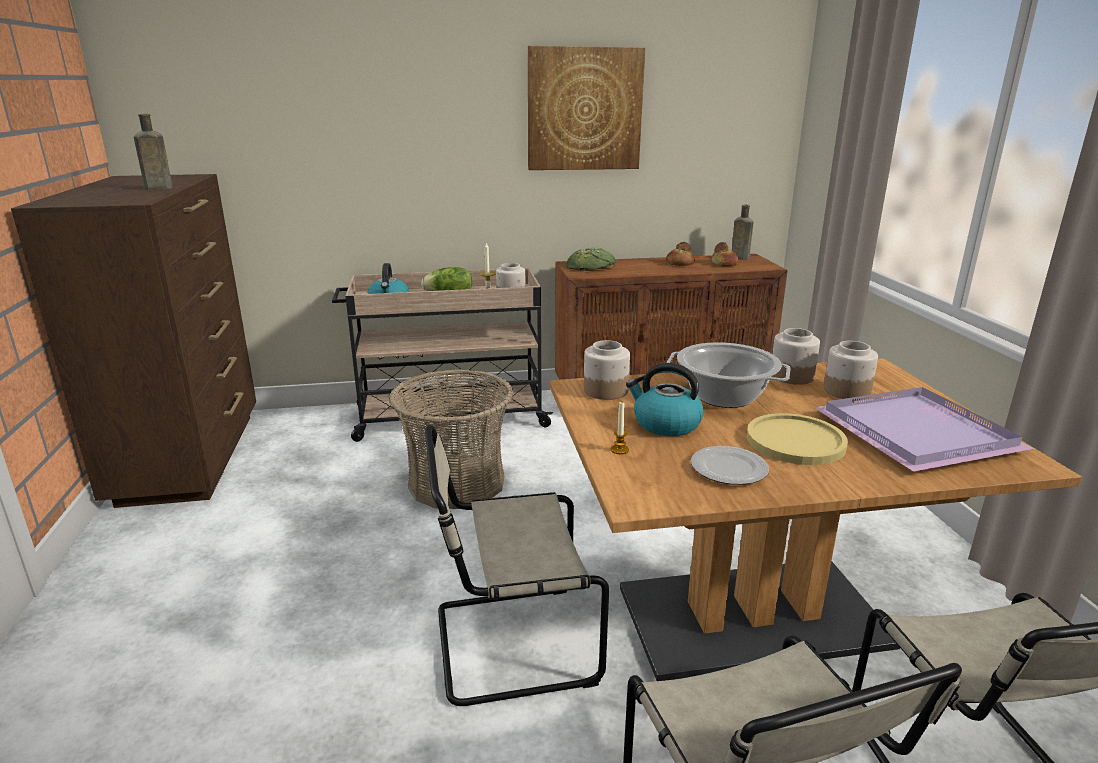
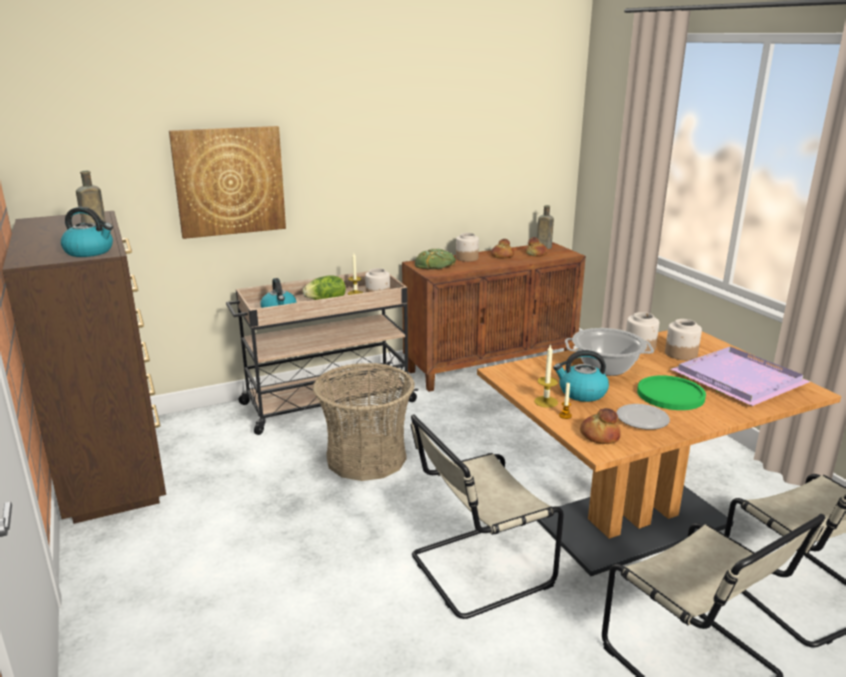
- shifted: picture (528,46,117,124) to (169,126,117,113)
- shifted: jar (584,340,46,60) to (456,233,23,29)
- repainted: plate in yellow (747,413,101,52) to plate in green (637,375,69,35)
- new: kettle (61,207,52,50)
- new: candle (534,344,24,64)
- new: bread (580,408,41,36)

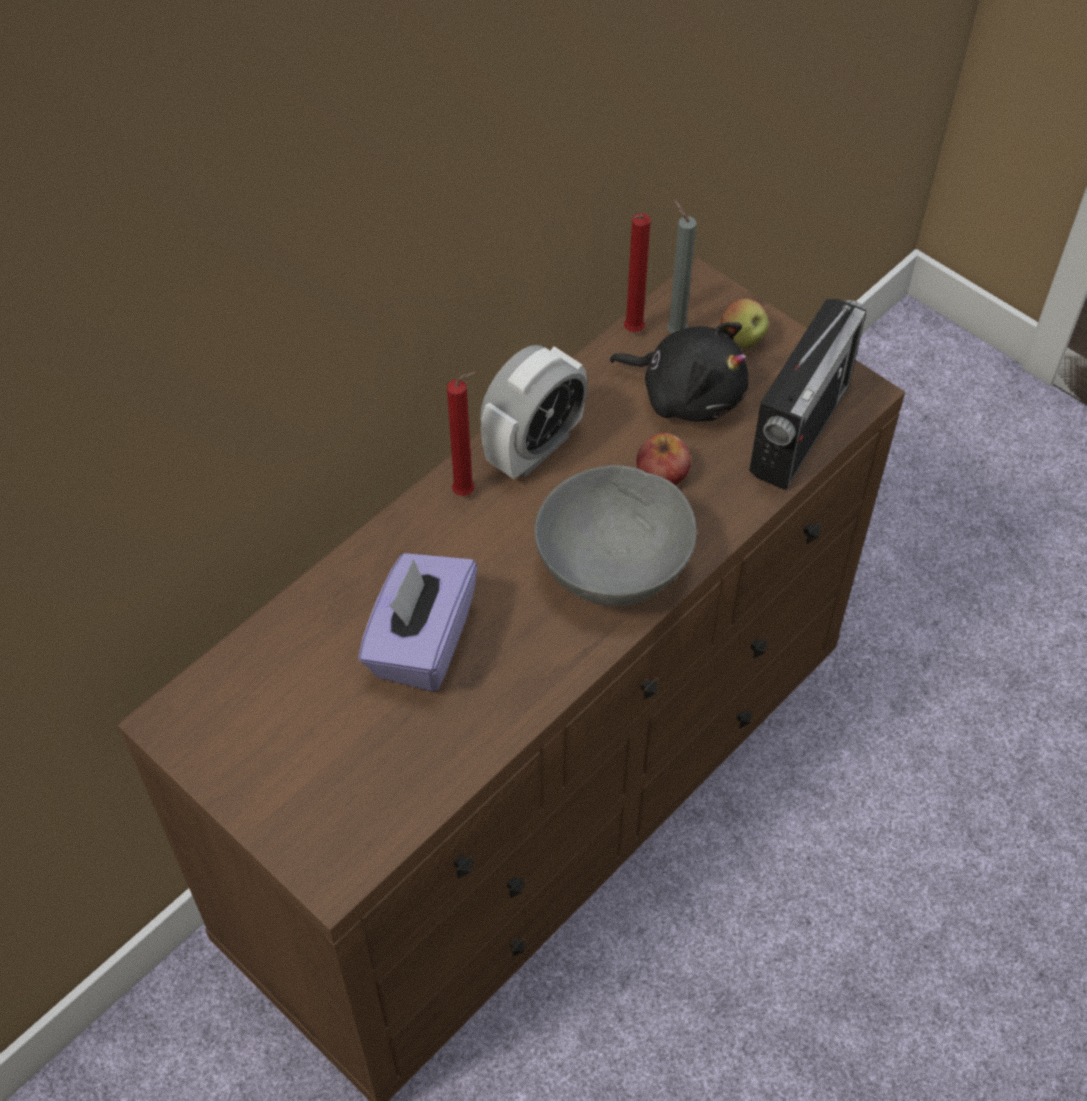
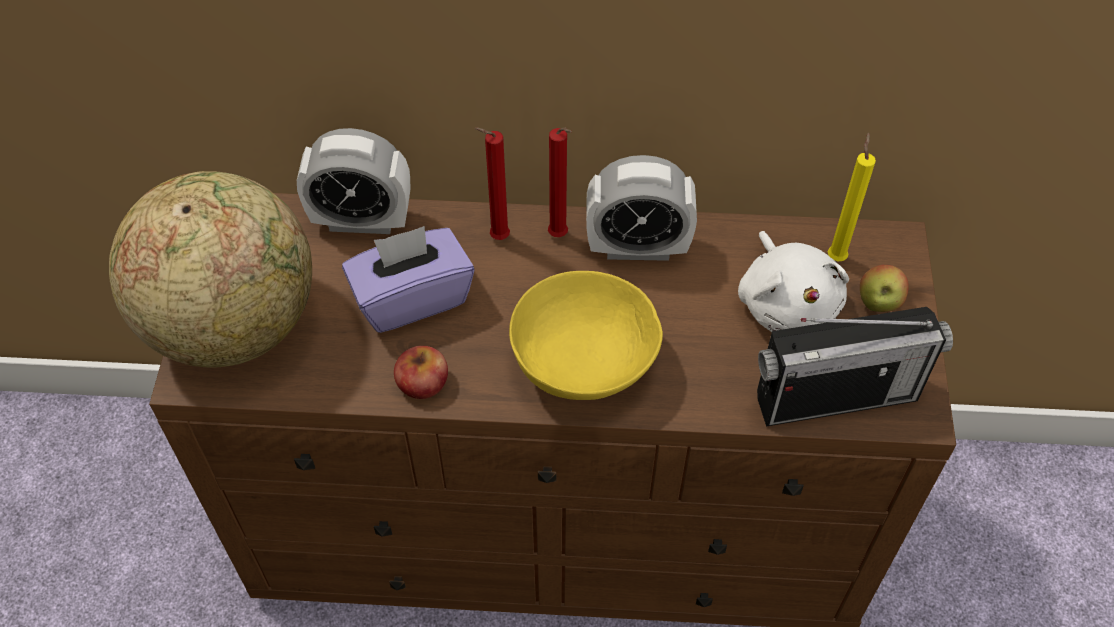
- repainted: candle in grey (667,199,29,134) to candle in yellow (828,132,48,129)
- shifted: candle in red (624,213,27,119) to (475,127,35,113)
- repainted: plush toy in black (609,322,140,100) to plush toy in white (738,231,111,101)
- shifted: apple (636,433,55,53) to (394,346,54,53)
- repainted: bowl in grey (534,465,163,141) to bowl in yellow (509,271,154,129)
- new: alarm clock (297,128,113,106)
- new: globe (109,171,203,197)

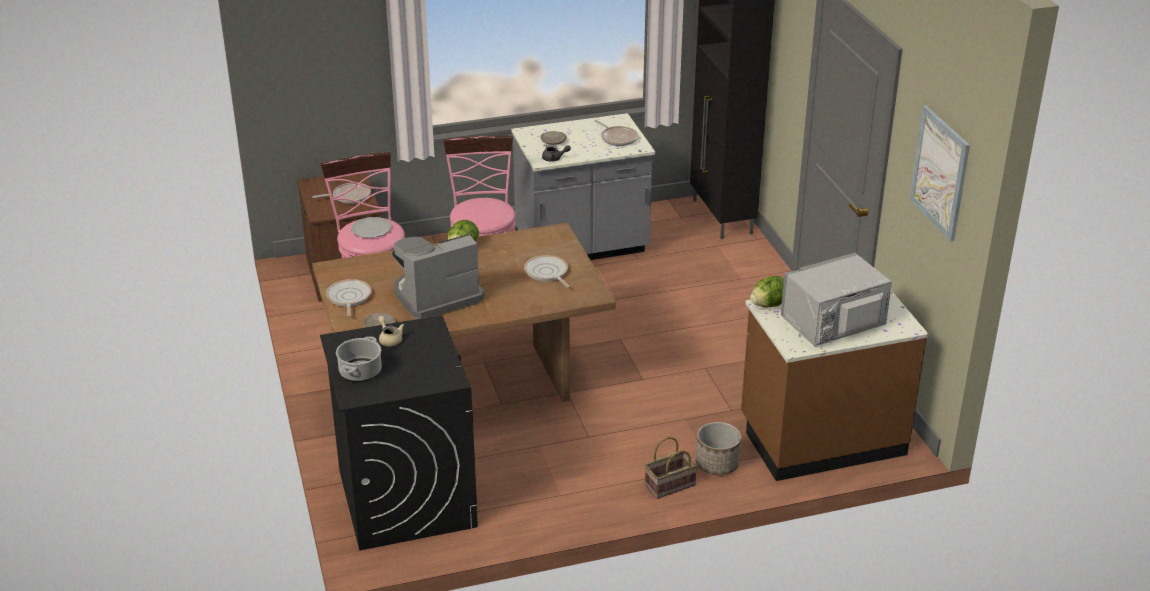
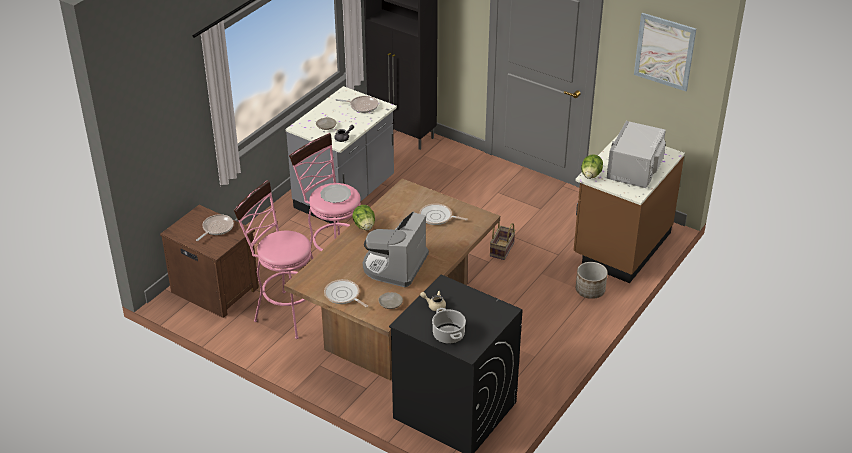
- shifted: plate (351,217,41,21) to (320,184,31,19)
- shifted: basket (645,437,52,62) to (490,223,25,37)

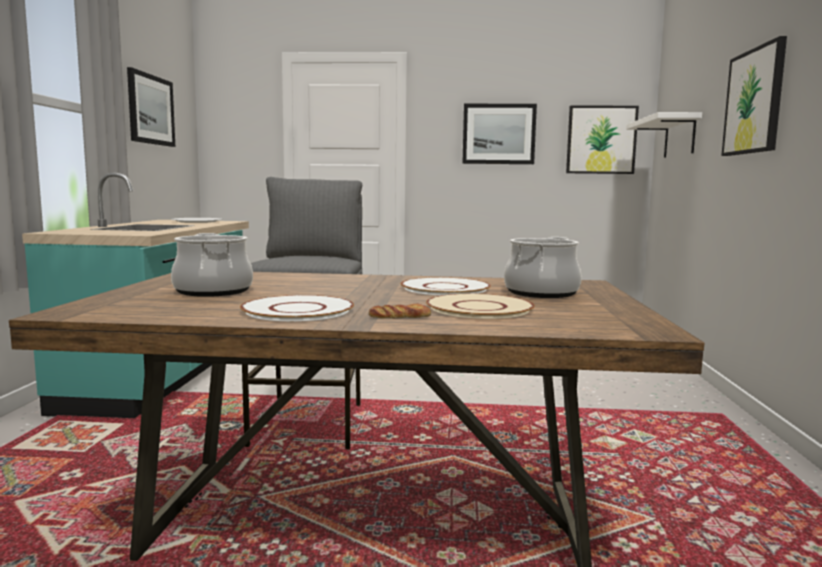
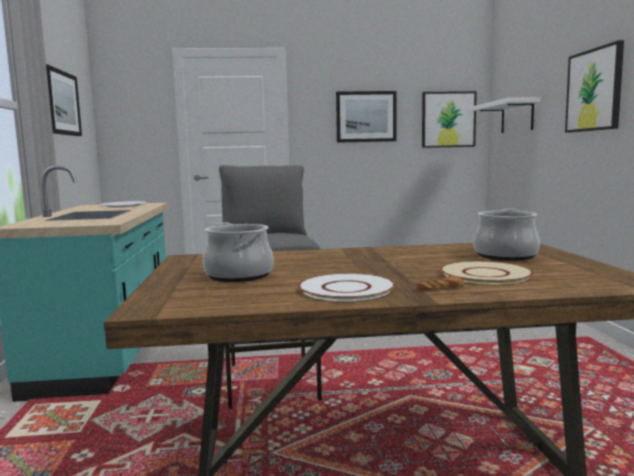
- gone: plate in white (400,277,91,18)

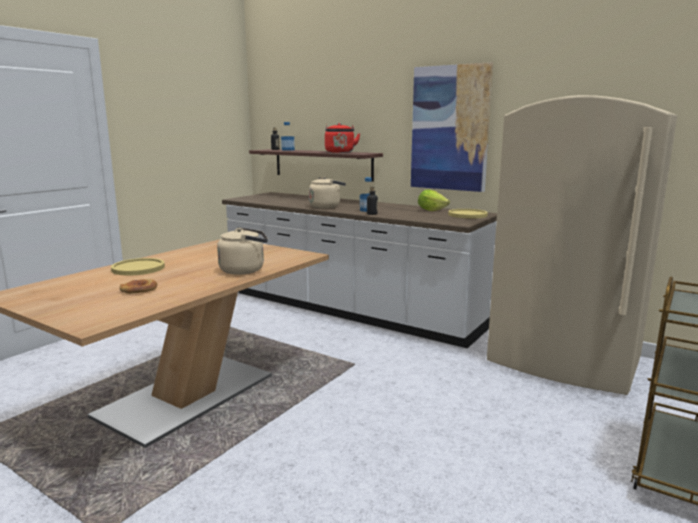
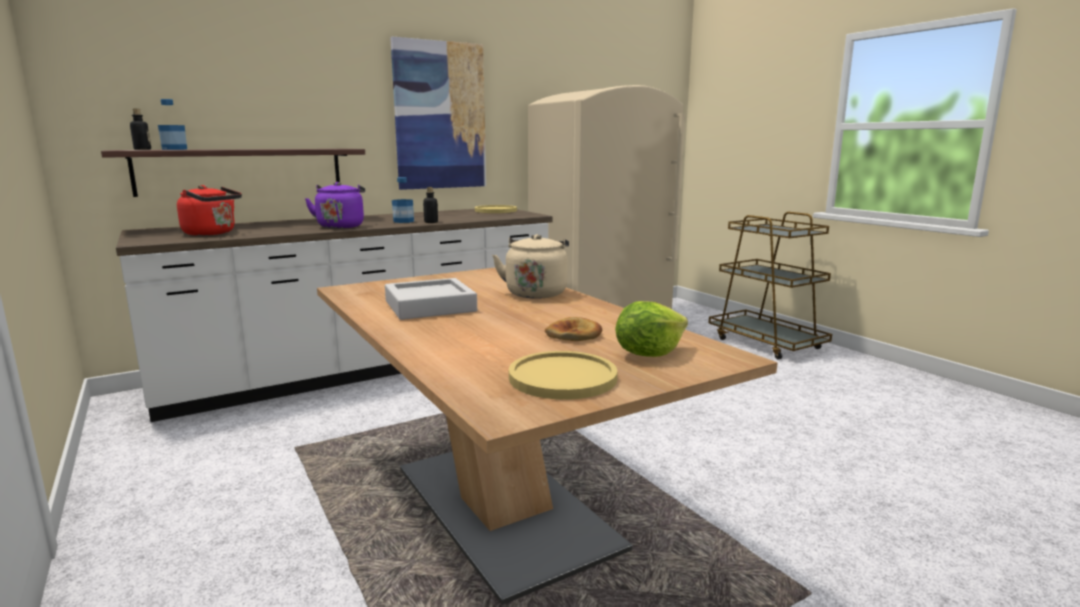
- shifted: kettle in red (325,123,36,30) to (177,185,65,51)
- repainted: kettle in beige (309,177,37,32) to kettle in purple (305,182,60,47)
- shifted: lettuce (418,190,32,21) to (615,301,73,56)
- shifted: plate in yellow (111,258,54,18) to (509,351,109,49)
- new: tray in grey (385,278,92,42)

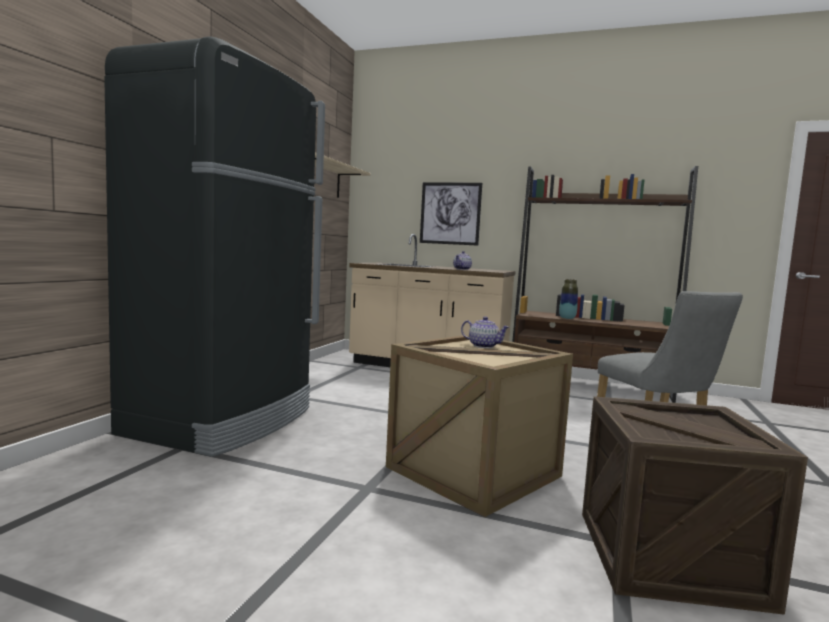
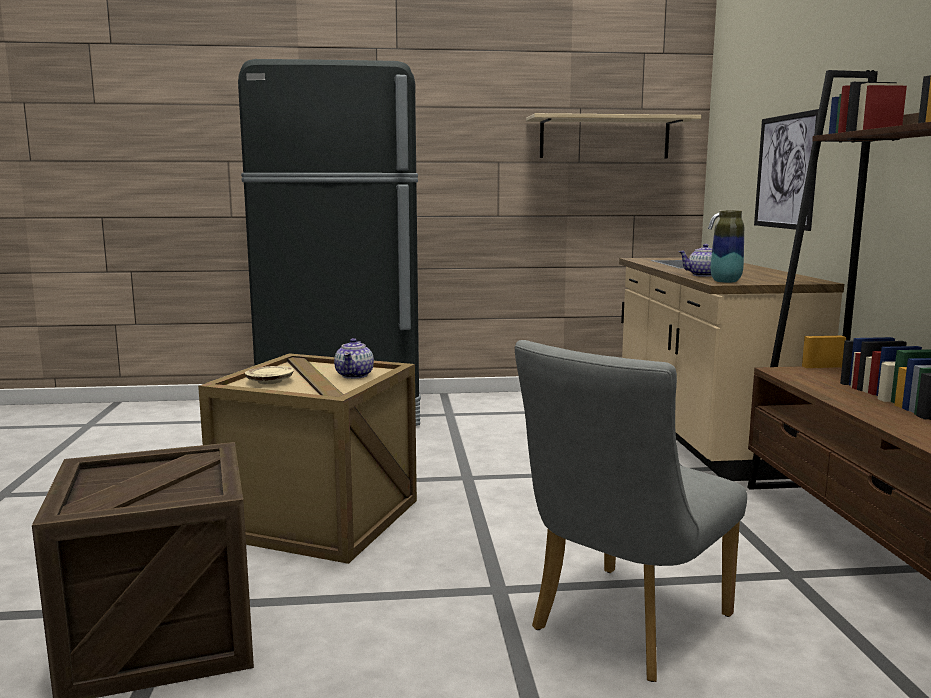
- shifted: vase (559,279,19,40) to (710,210,34,73)
- new: plate in beige (245,366,49,18)

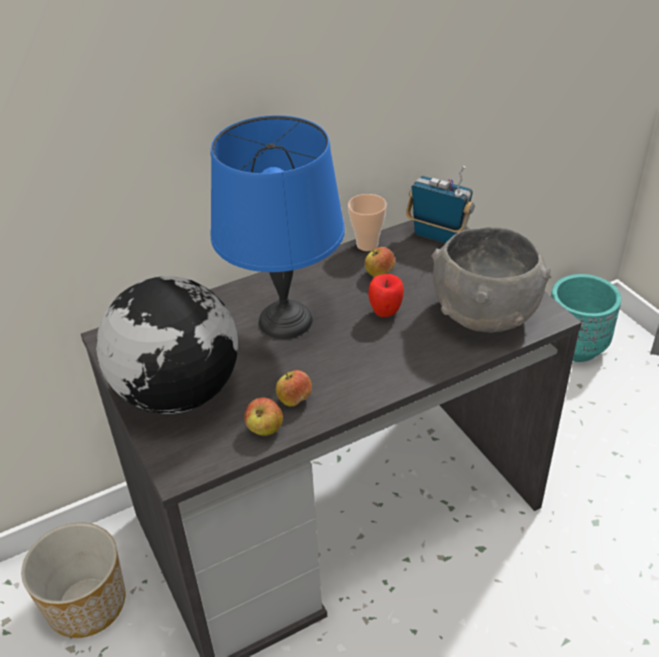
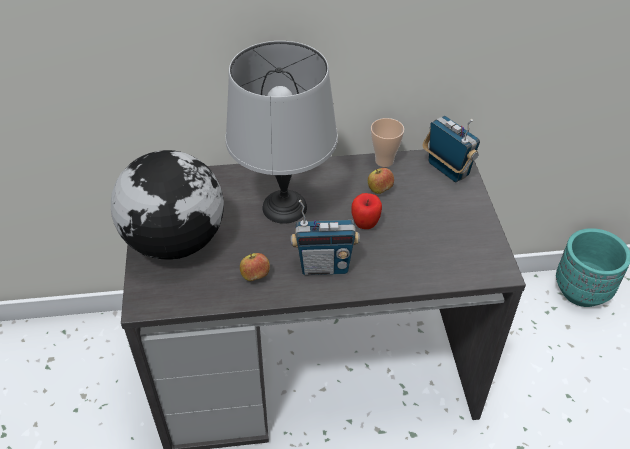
- repainted: table lamp in blue (210,115,135,224) to table lamp in grey (226,41,112,183)
- gone: bowl in grey (431,227,121,106)
- gone: apple (244,397,39,39)
- gone: planter (21,523,105,115)
- new: radio (291,200,69,75)

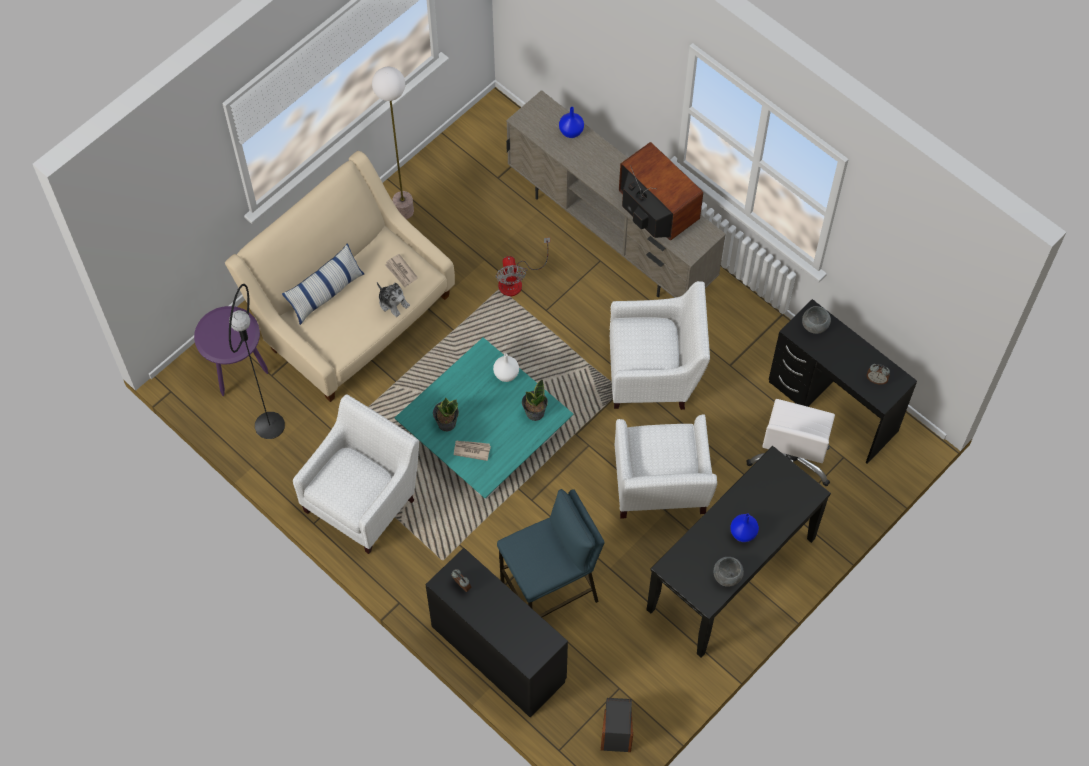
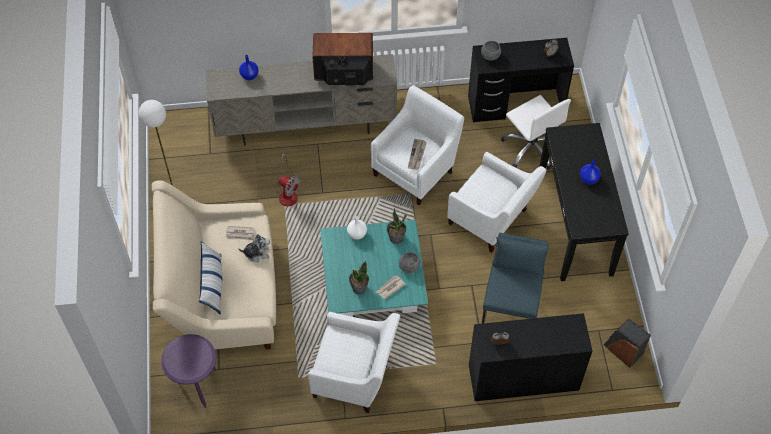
- gone: floor lamp in black (229,284,56,155)
- rotated: armchair in white (293,394,126,160) = (308,312,92,101) 120 degrees clockwise
- shifted: bowl in grey (714,557,30,30) to (399,252,21,21)
- new: newspaper (408,139,19,31)

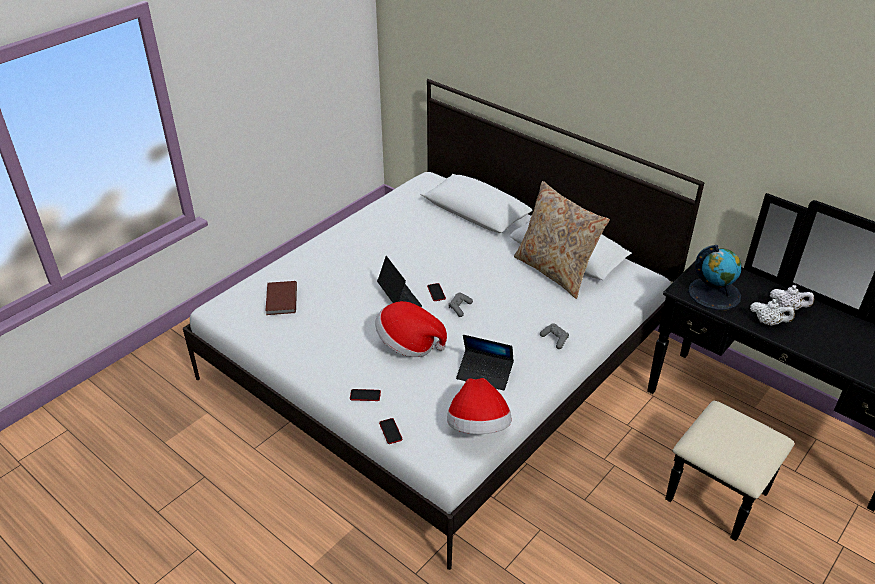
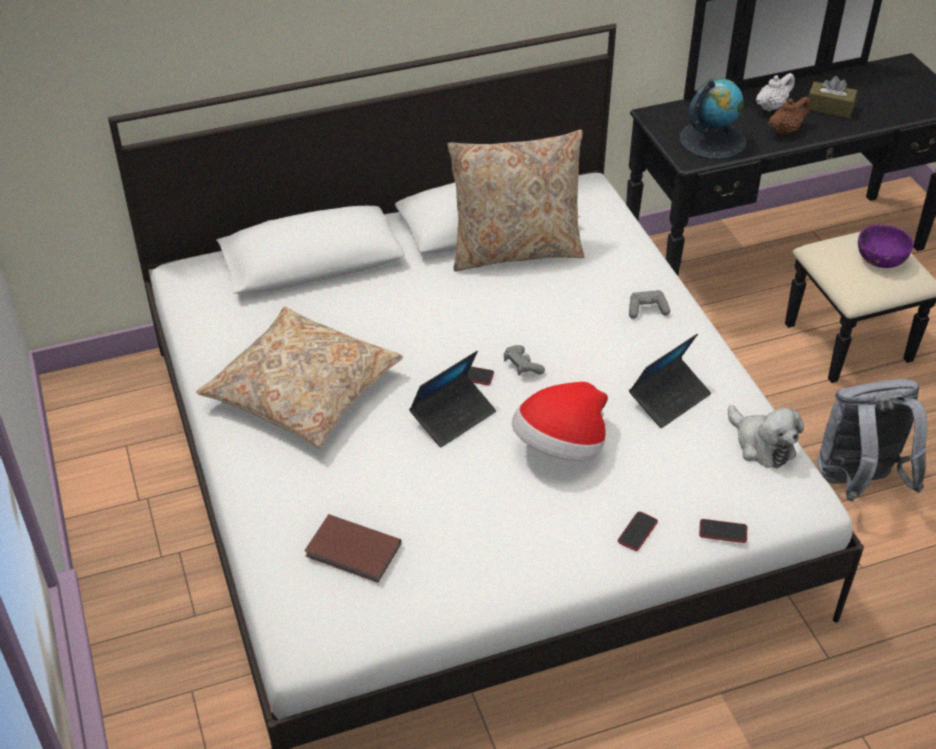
- rotated: laptop (377,256,45,51) = (409,351,87,97) 135 degrees clockwise
- repainted: teapot in white (750,299,45,27) to teapot in brown (768,97,42,38)
- swapped: hat (447,378,65,56) to plush toy (728,405,76,63)
- new: tissue box in brown (808,76,50,42)
- new: bowl in purple (858,225,55,43)
- new: pillow in beige (196,307,207,141)
- new: backpack in grey (817,379,110,123)

